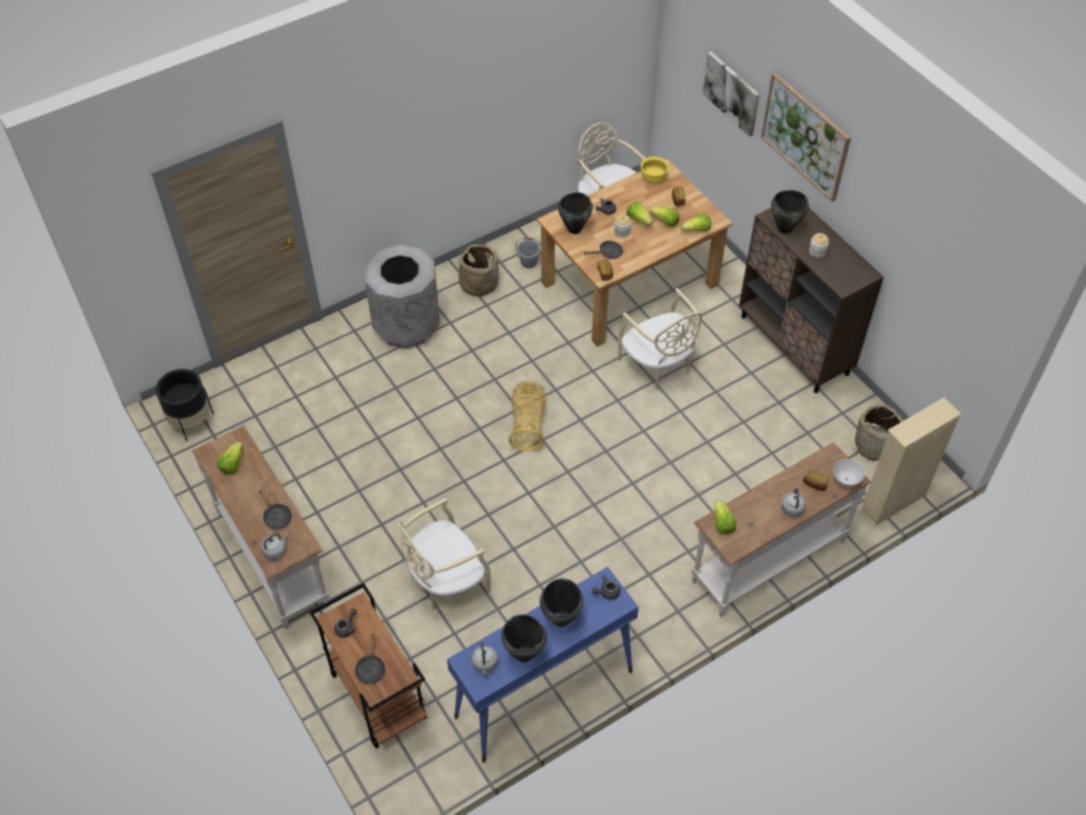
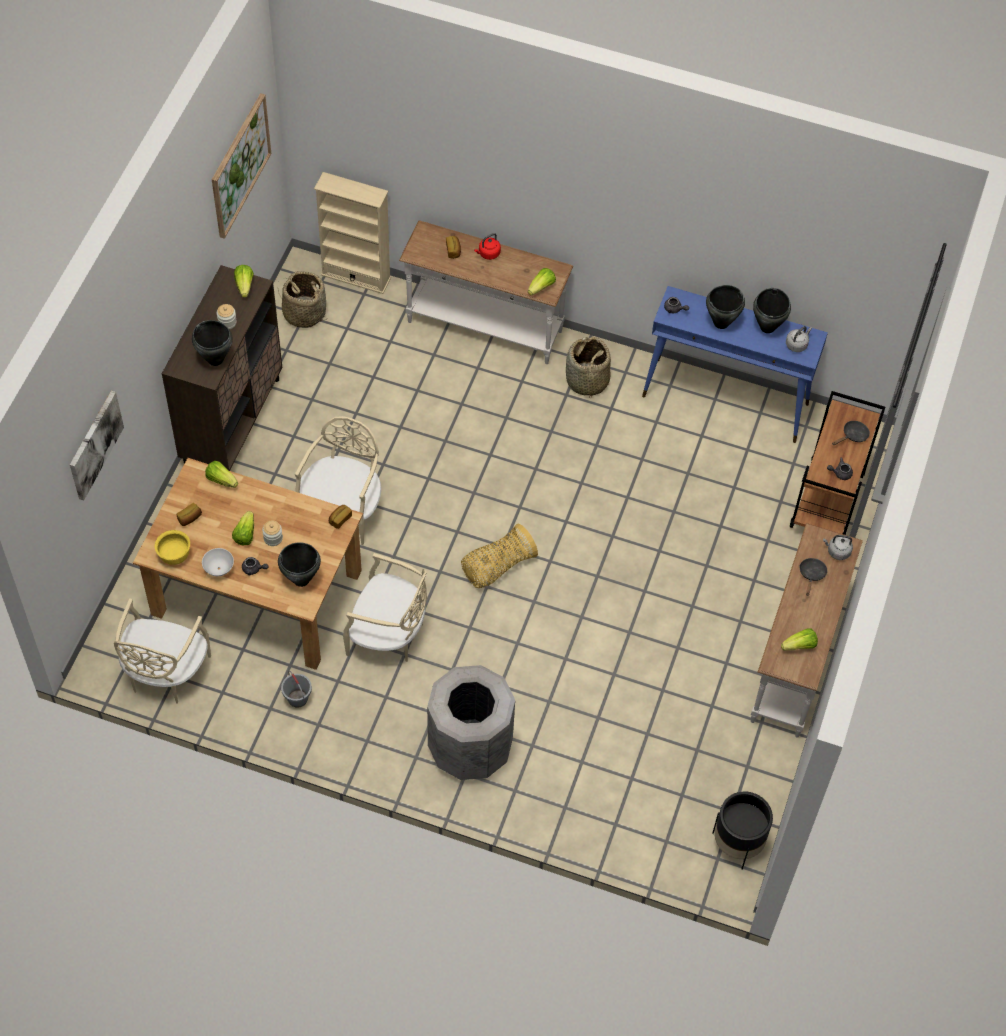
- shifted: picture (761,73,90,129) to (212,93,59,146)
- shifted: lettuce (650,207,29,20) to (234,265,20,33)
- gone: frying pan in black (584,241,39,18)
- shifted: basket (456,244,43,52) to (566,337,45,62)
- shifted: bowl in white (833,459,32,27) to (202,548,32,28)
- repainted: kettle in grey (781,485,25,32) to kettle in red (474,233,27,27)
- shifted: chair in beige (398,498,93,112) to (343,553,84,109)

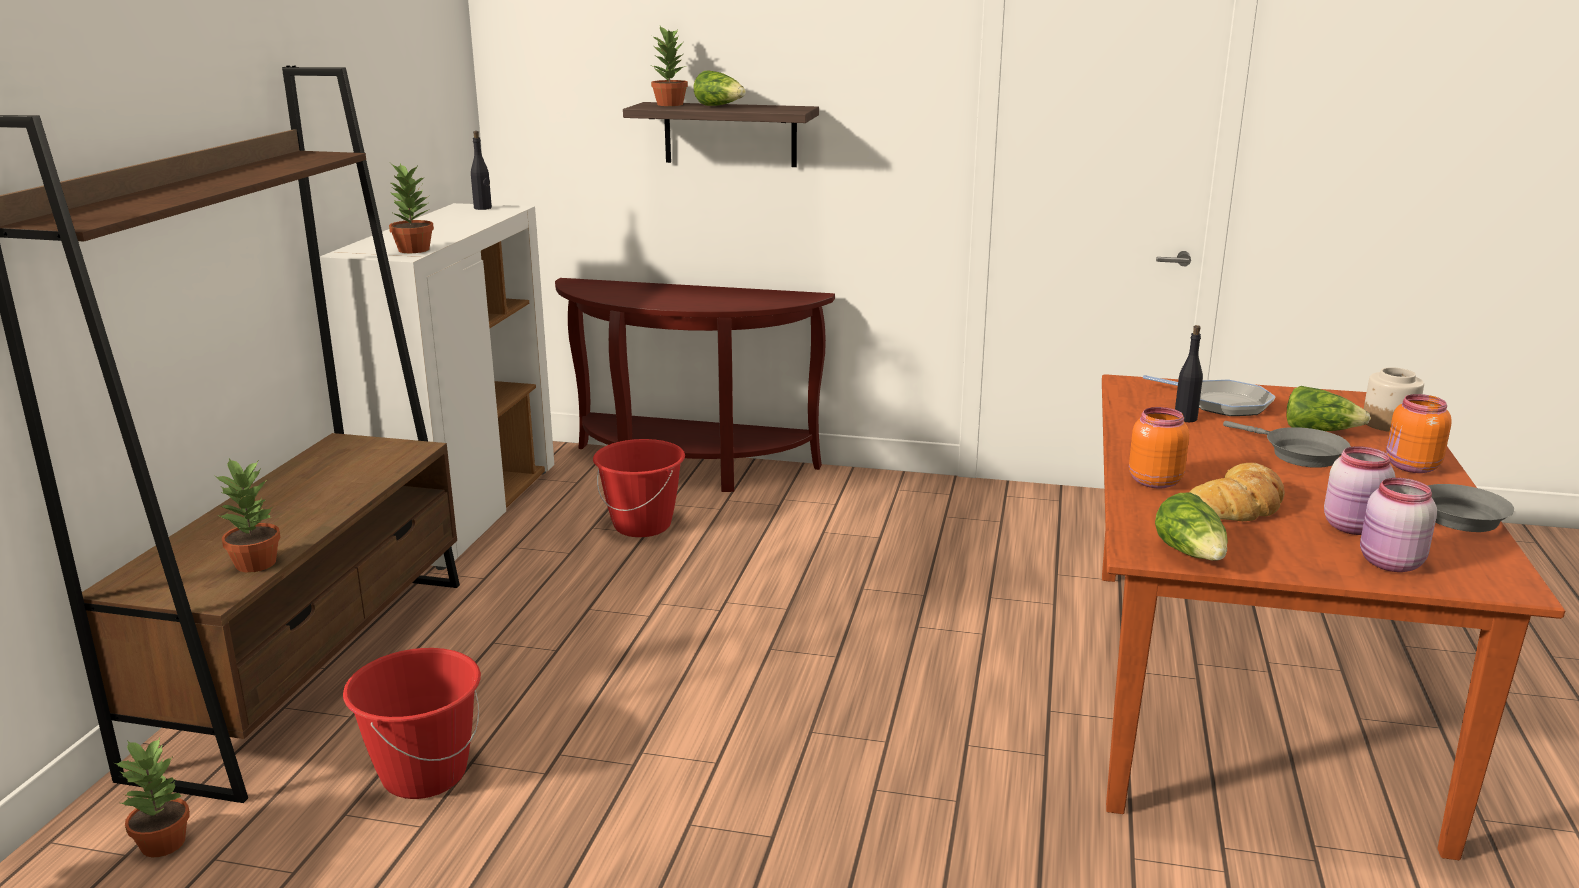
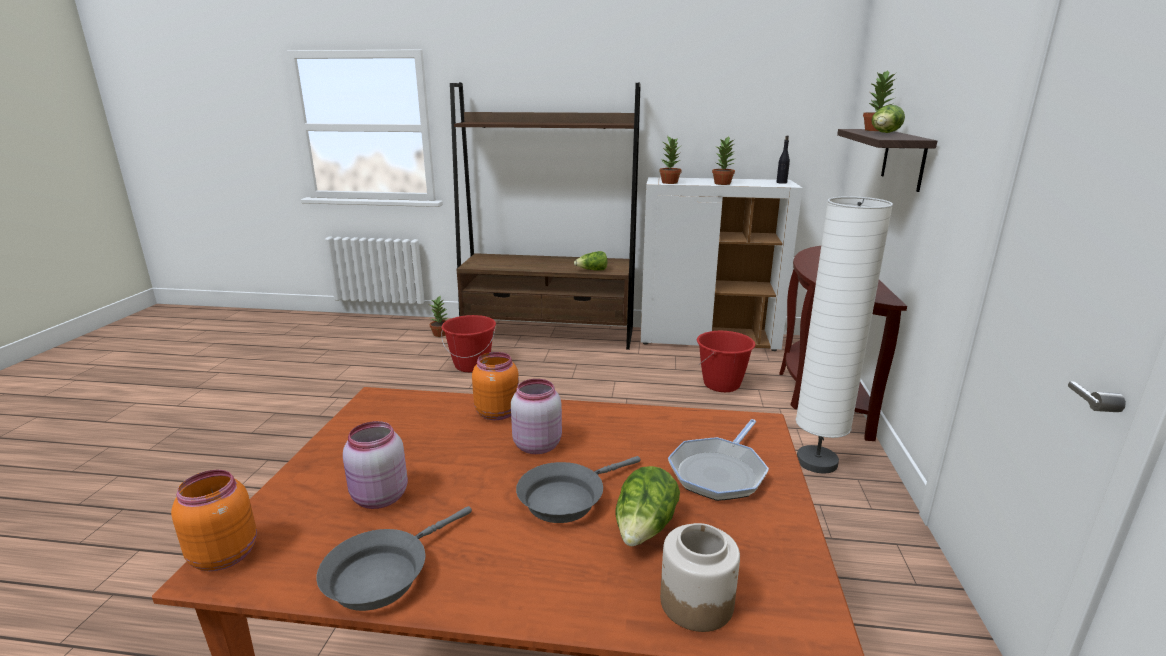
- gone: bottle in black (1175,325,28,97)
- shifted: jar in orange (1386,394,66,79) to (171,470,86,101)
- shifted: potted plant (215,458,66,115) to (712,137,24,48)
- gone: bread (1189,463,95,58)
- shifted: jar in pink (1360,478,77,94) to (511,379,51,75)
- shifted: lettuce (1155,493,73,68) to (574,251,34,20)
- new: floor lamp in white (796,196,97,278)

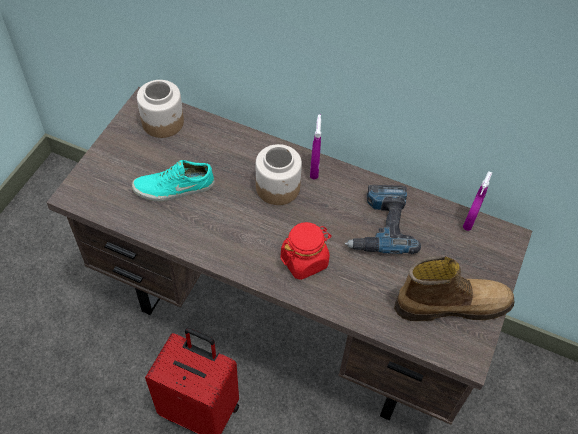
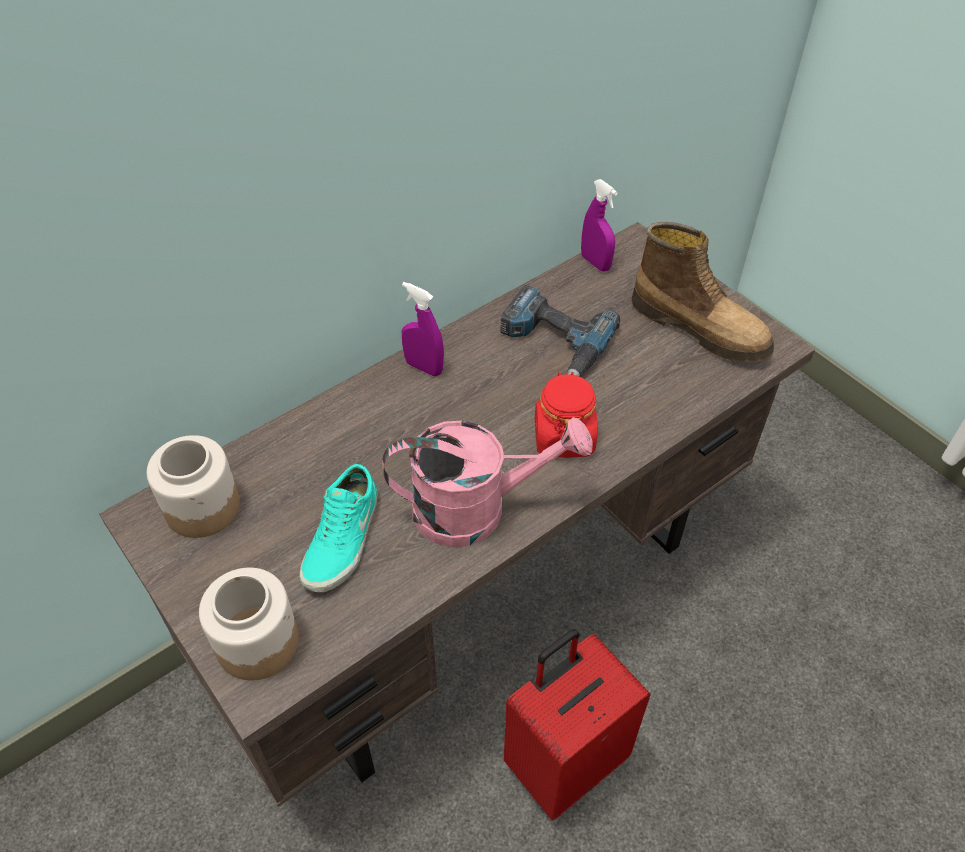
- shifted: jar (256,144,46,61) to (199,568,100,113)
- rotated: boot (394,256,120,65) = (631,222,143,140) 105 degrees clockwise
- new: watering can in pink (382,417,211,130)

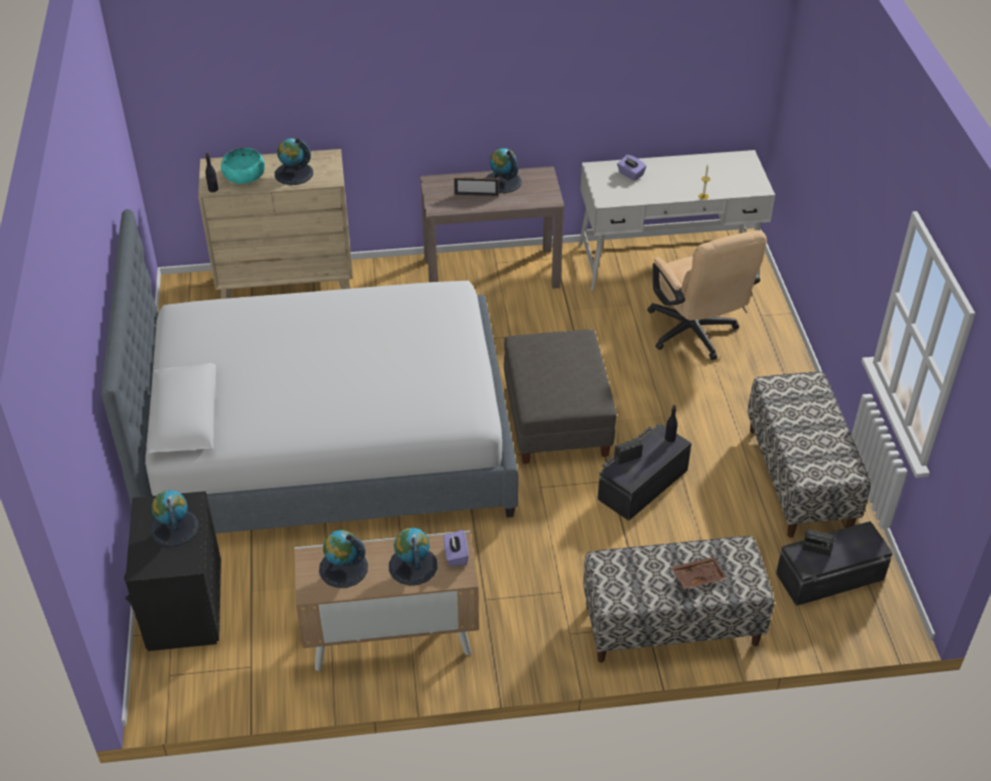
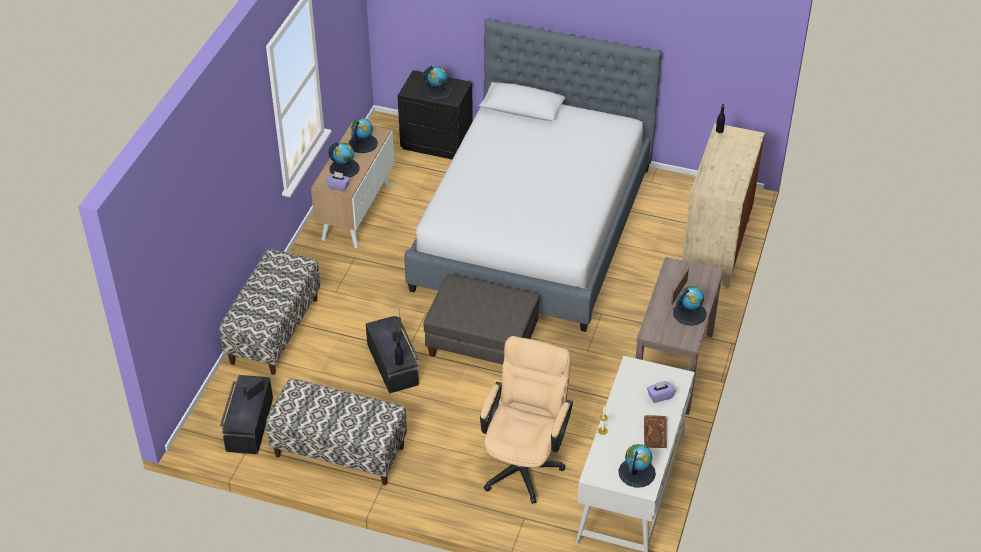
- shifted: globe (275,138,38,47) to (618,444,38,44)
- gone: bowl in turquoise (221,148,44,36)
- rotated: office chair in beige (647,230,120,130) = (480,336,93,168) 105 degrees clockwise
- shifted: tray in brown (671,557,57,32) to (644,415,23,33)

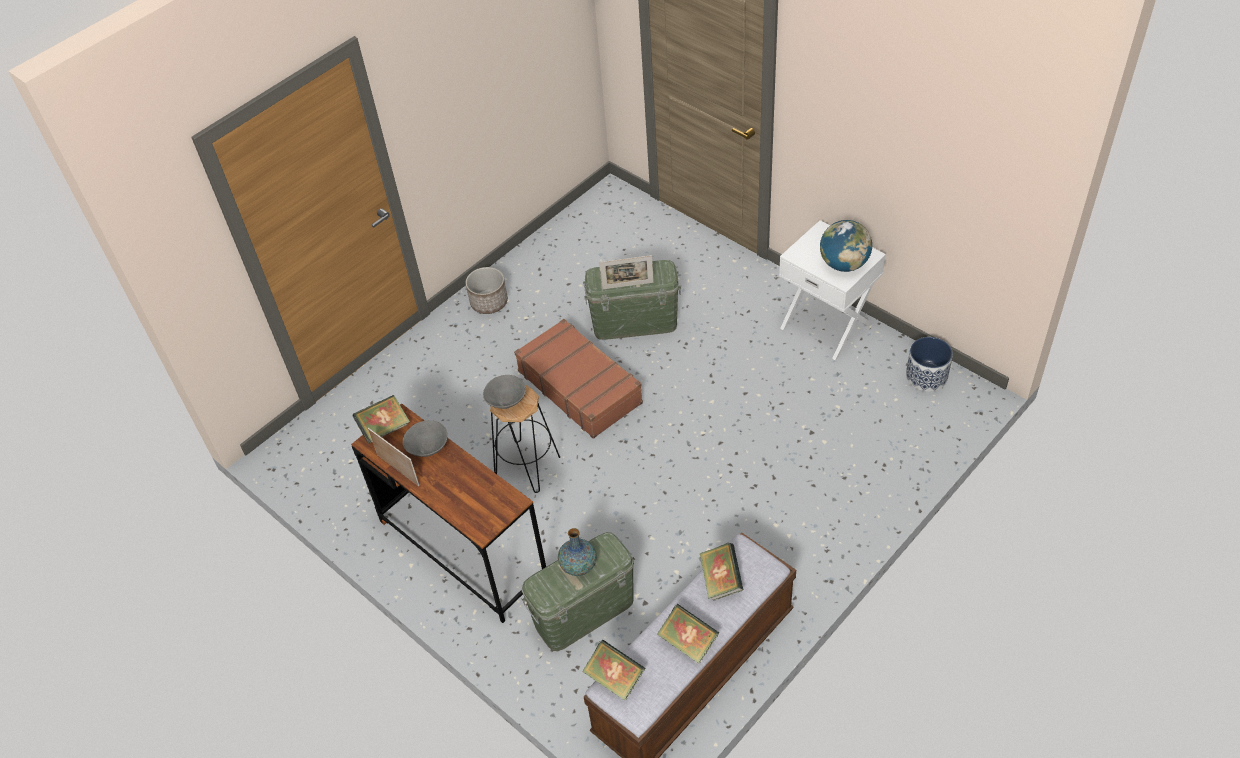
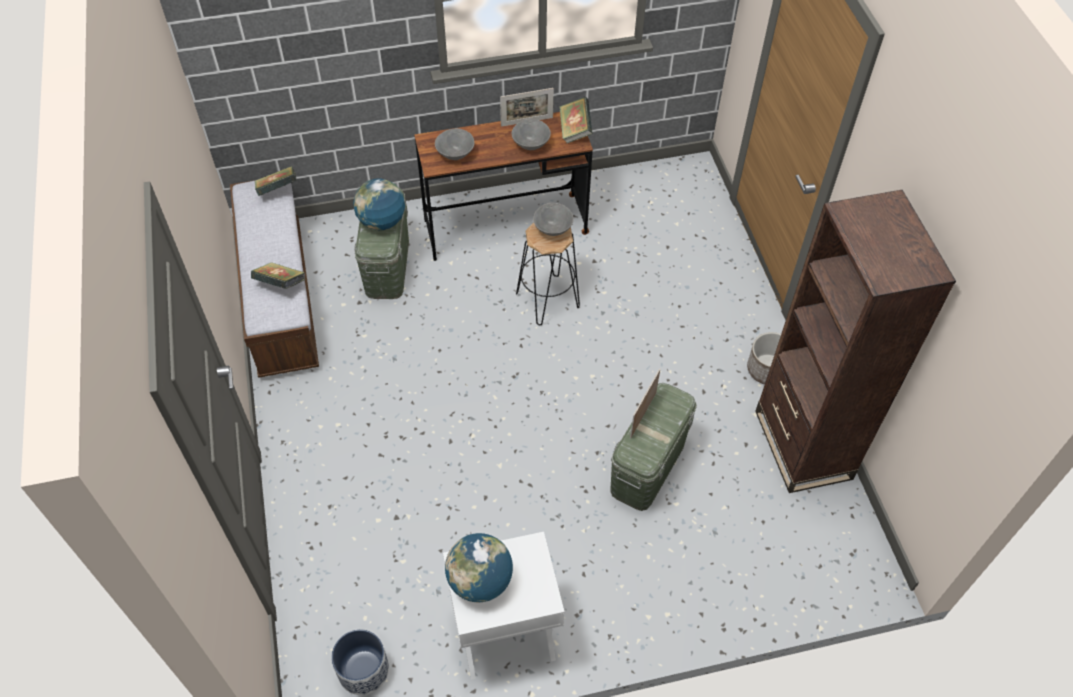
- gone: suitcase in brown (514,319,129,120)
- swapped: vase (558,528,39,48) to globe (353,178,52,52)
- gone: book (657,604,62,60)
- new: bowl in grey (435,128,39,32)
- new: bookcase in brown (755,190,201,303)

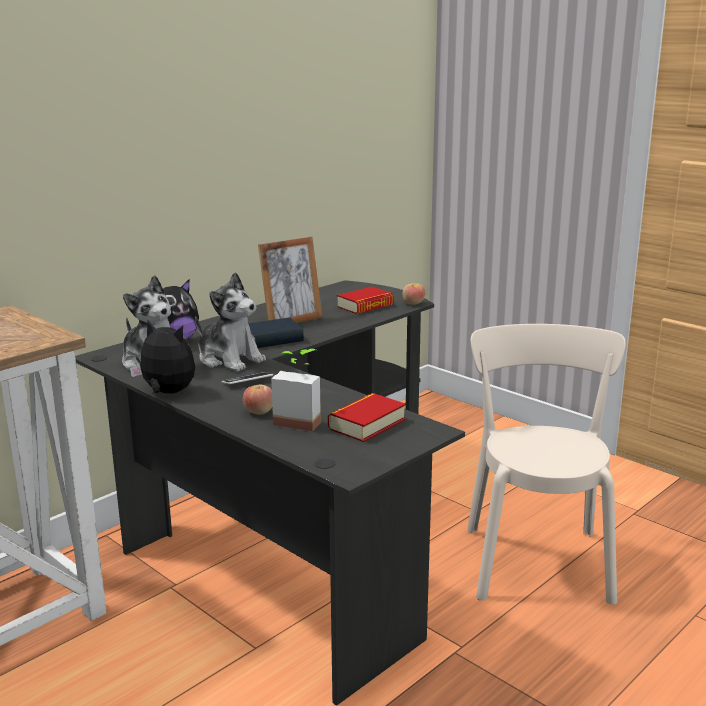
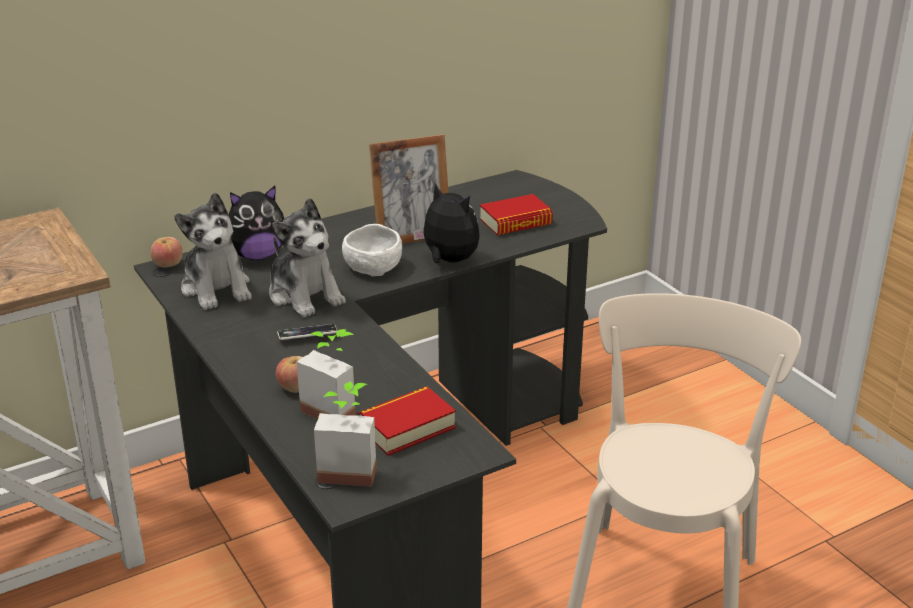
- shifted: apple (403,283,22,22) to (150,237,33,31)
- swapped: book (248,318,56,30) to bowl in white (342,224,60,52)
- shifted: plush toy (130,320,65,74) to (413,183,66,80)
- new: potted plant (314,381,63,106)

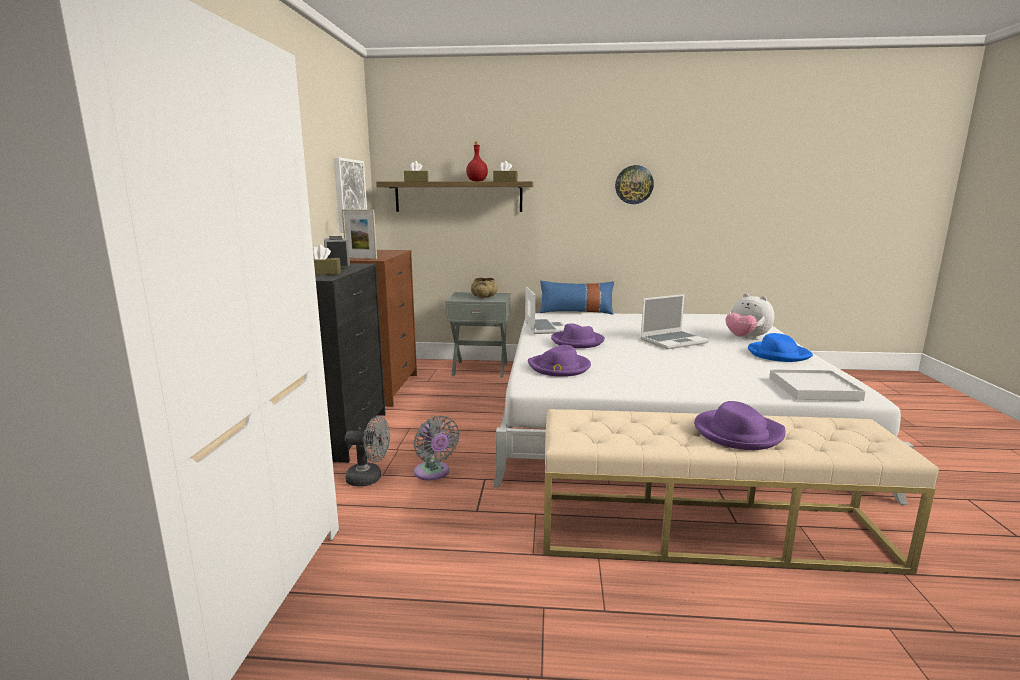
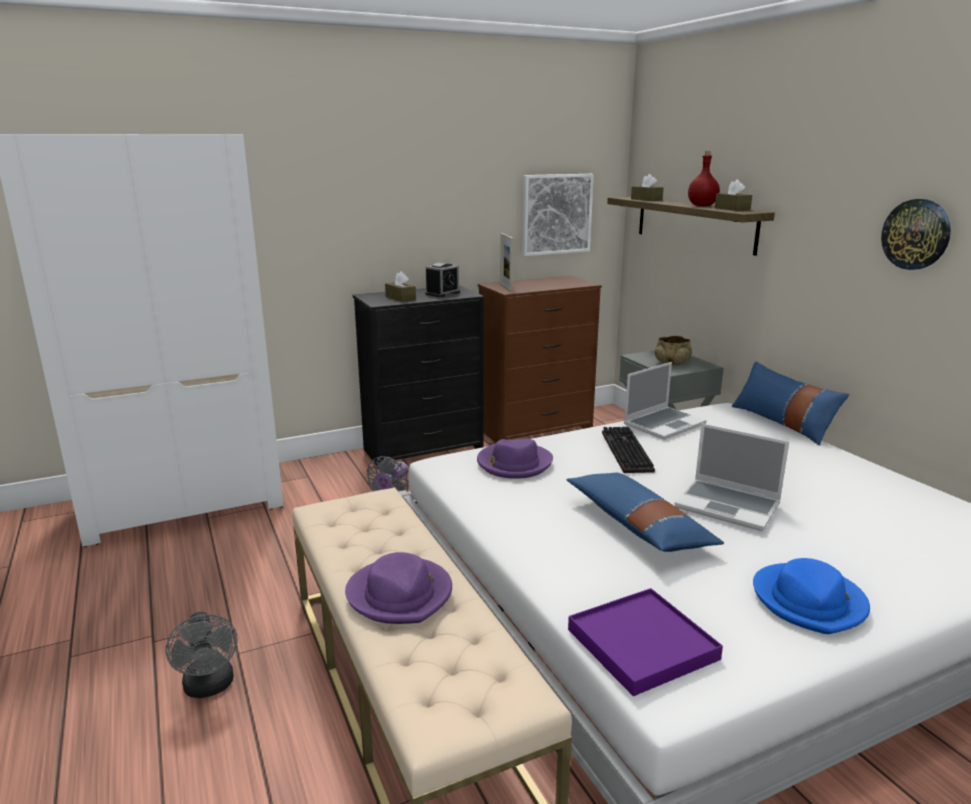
- gone: plush toy (726,293,48,47)
- swapped: hat in purple (551,323,54,25) to keyboard (602,427,53,46)
- repainted: tray in white (769,369,97,32) to tray in purple (568,588,155,108)
- shifted: fan in grey (345,416,45,70) to (165,612,72,86)
- new: pillow in blue (567,473,157,79)

